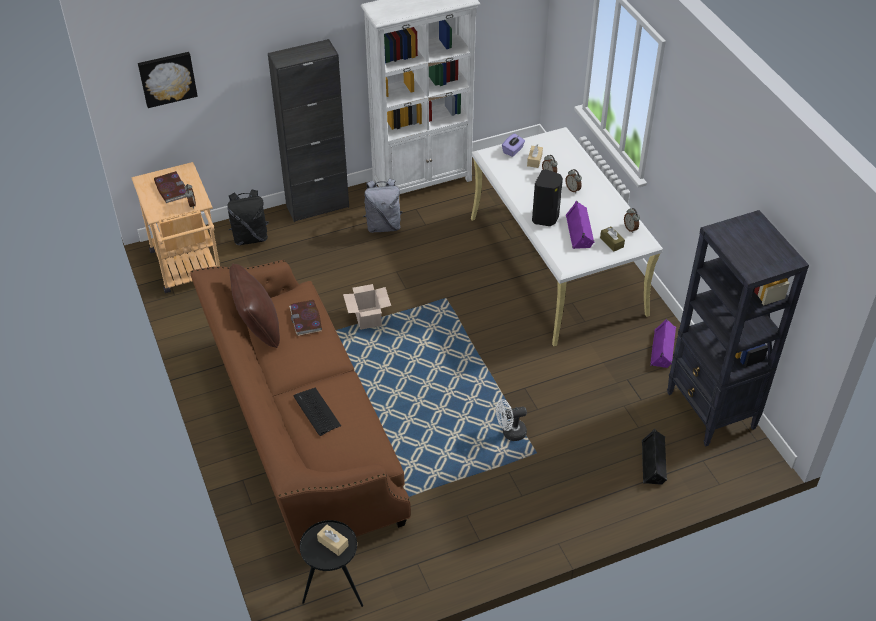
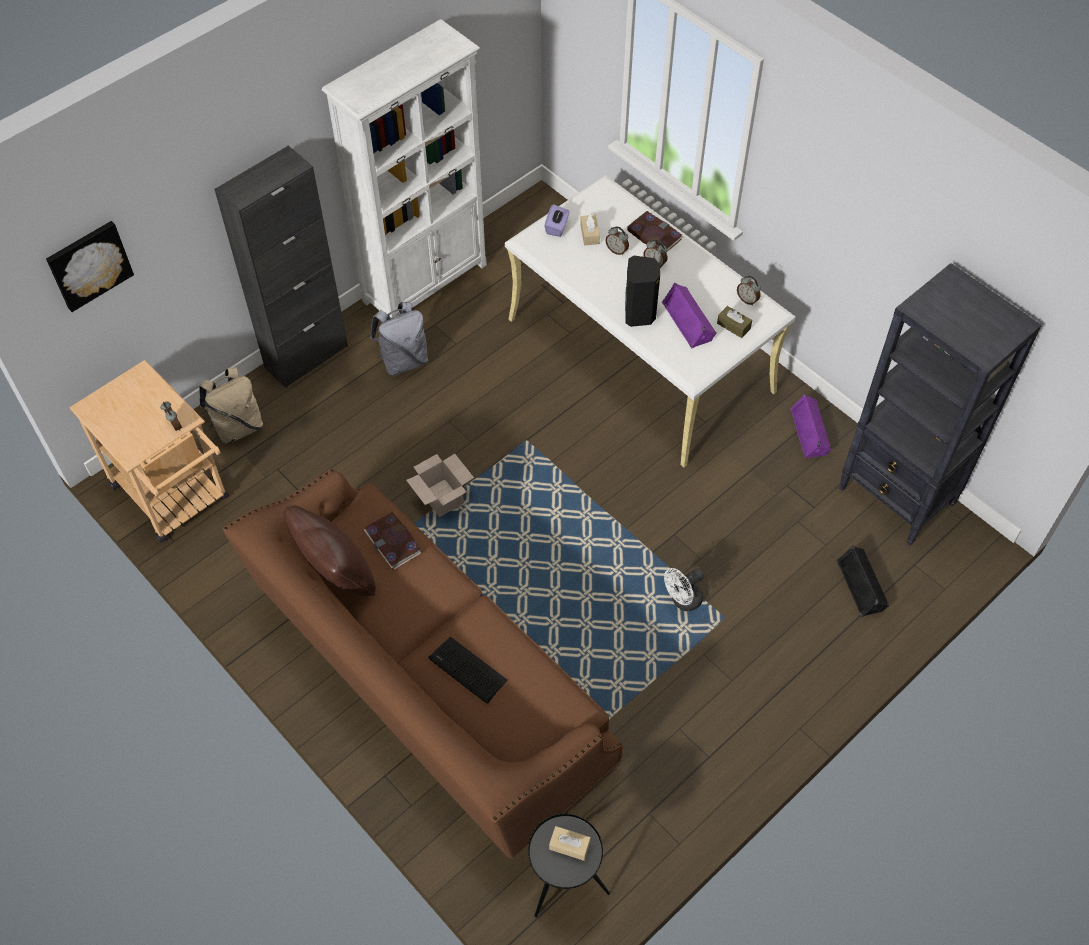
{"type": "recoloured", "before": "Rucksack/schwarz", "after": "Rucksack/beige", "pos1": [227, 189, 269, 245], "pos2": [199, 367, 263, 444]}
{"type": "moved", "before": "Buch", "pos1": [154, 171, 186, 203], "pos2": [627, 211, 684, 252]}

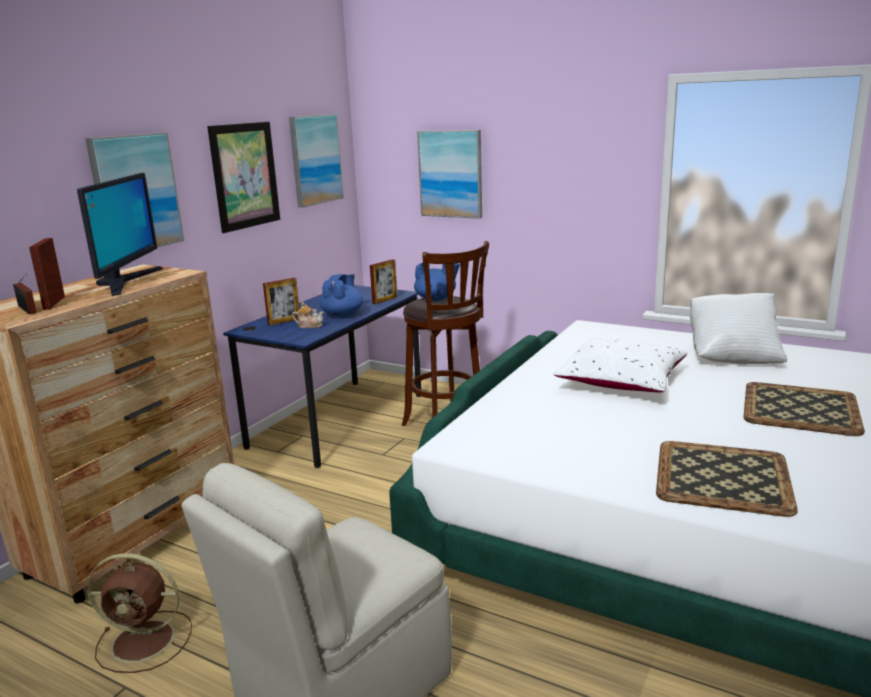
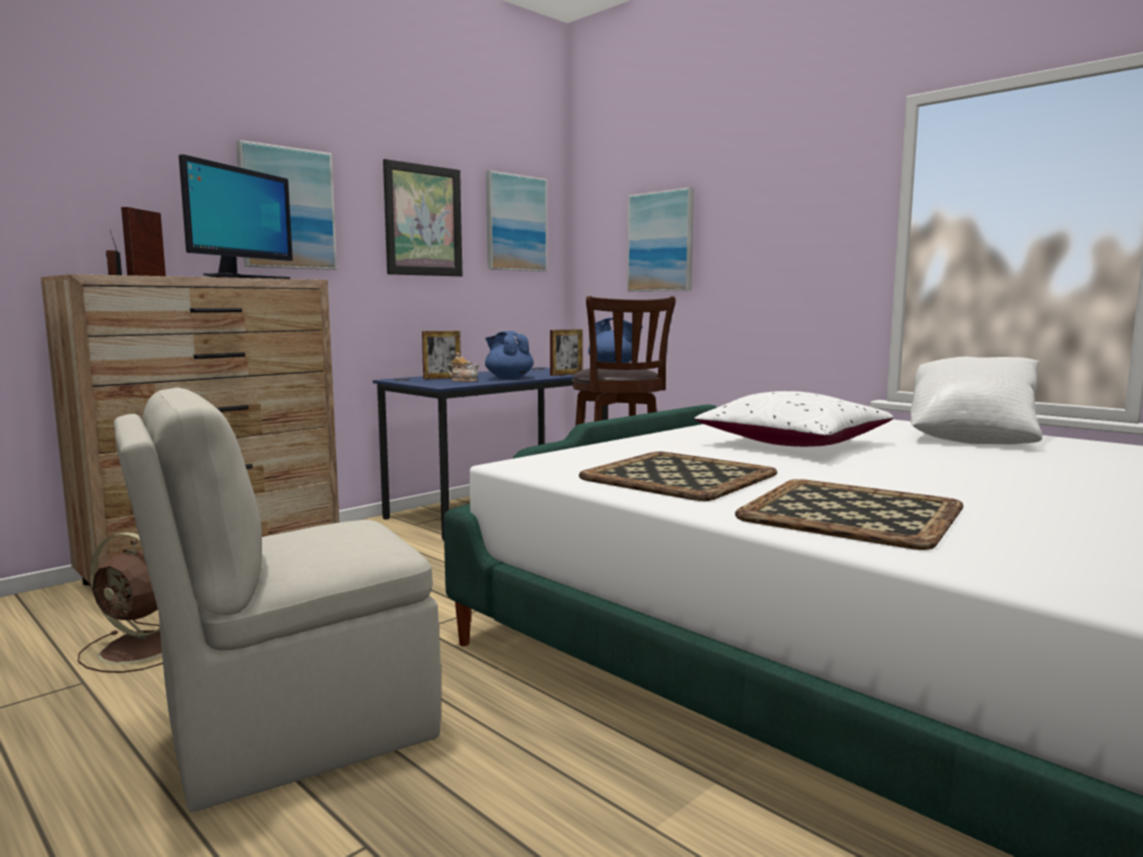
{"type": "turned", "before": "Teekanne/blau", "pos1": [320, 274, 363, 317], "pos2": [485, 331, 534, 379], "turn": -75}
{"type": "moved", "before": "Tablett", "pos1": [744, 382, 865, 436], "pos2": [579, 452, 777, 501]}

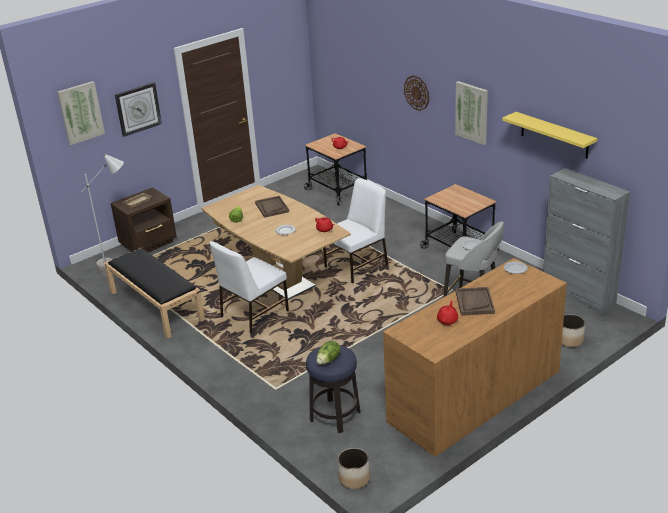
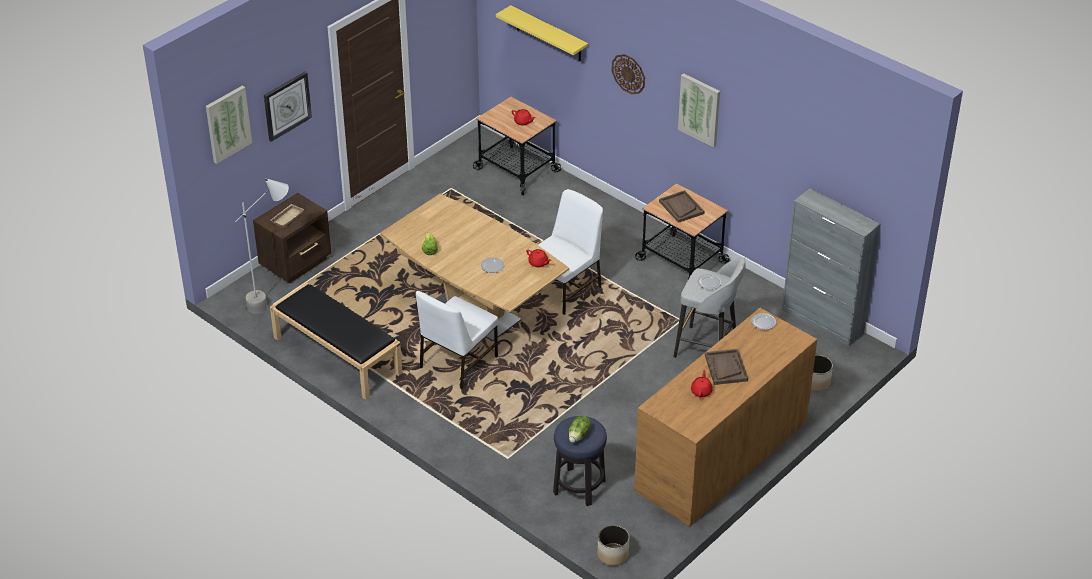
{"type": "moved", "before": "Wandregal/gelb", "pos1": [502, 112, 598, 159], "pos2": [496, 5, 588, 61]}
{"type": "moved", "before": "Tablett/braun", "pos1": [255, 196, 289, 218], "pos2": [659, 190, 704, 223]}

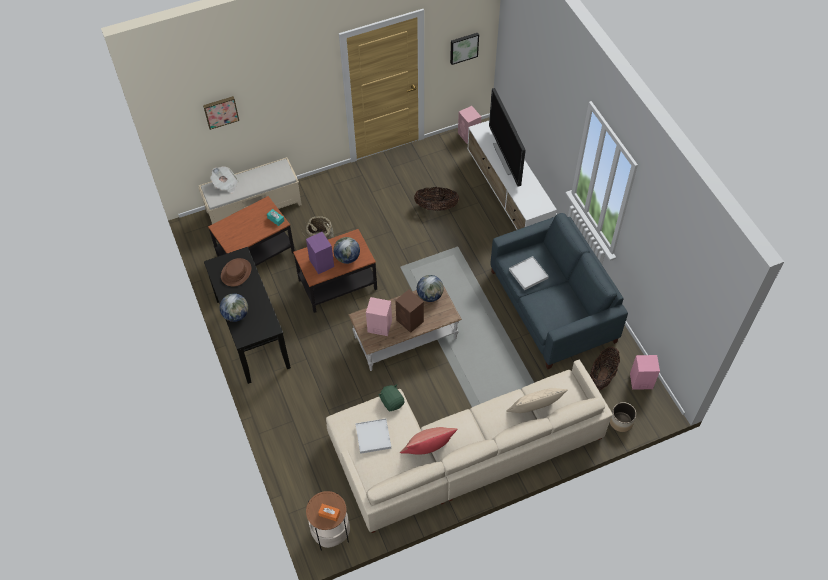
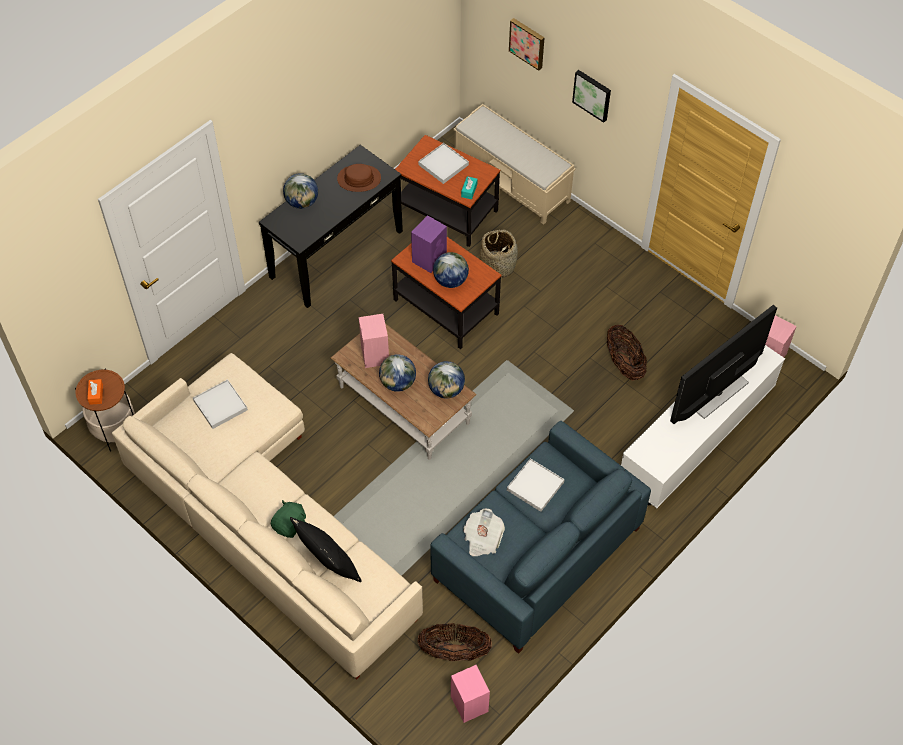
{"type": "moved", "before": "Plüschtier/grün", "pos1": [379, 384, 404, 411], "pos2": [271, 500, 306, 538]}
{"type": "recoloured", "before": "Kissen/beige", "after": "Kissen/schwarz", "pos1": [506, 388, 568, 413], "pos2": [290, 517, 362, 582]}
{"type": "replaced", "before": "Lautsprecher/braun", "after": "Globus", "pos1": [395, 290, 424, 333], "pos2": [379, 354, 416, 392]}
{"type": "added", "after": "Tablett/weiß", "pos2": [418, 143, 469, 184]}
{"type": "moved", "before": "Zeitung", "pos1": [210, 166, 239, 193], "pos2": [463, 508, 505, 556]}
{"type": "moved", "before": "Bild", "pos1": [450, 33, 479, 65], "pos2": [572, 70, 611, 123]}
{"type": "removed", "before": "Kissen/rot", "pos1": [400, 427, 458, 454]}
{"type": "removed", "before": "Pflanzkübel", "pos1": [610, 402, 636, 432]}

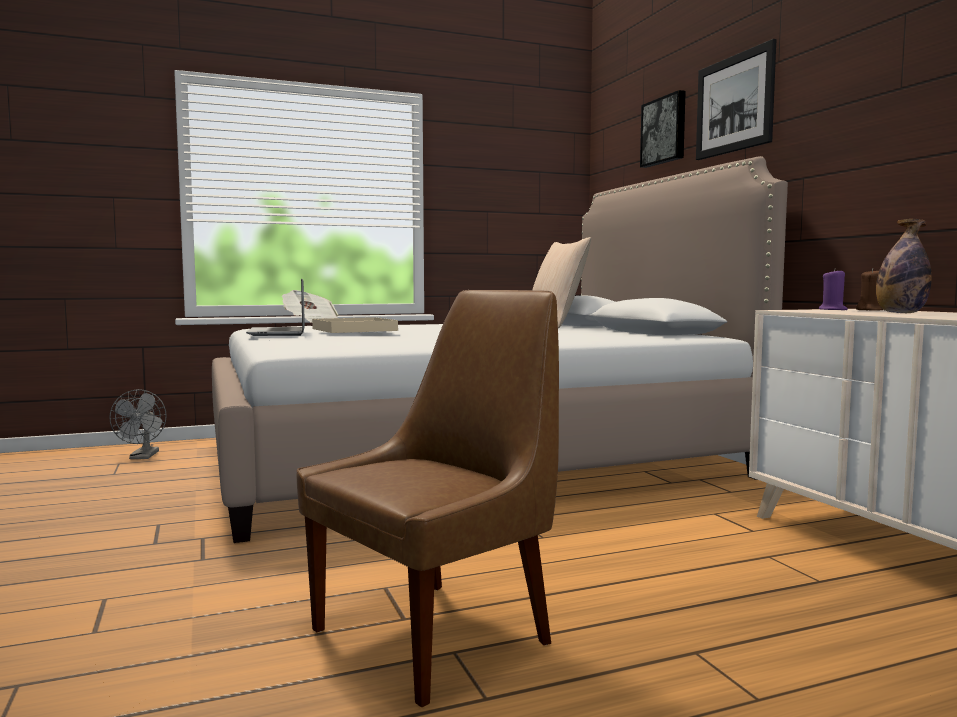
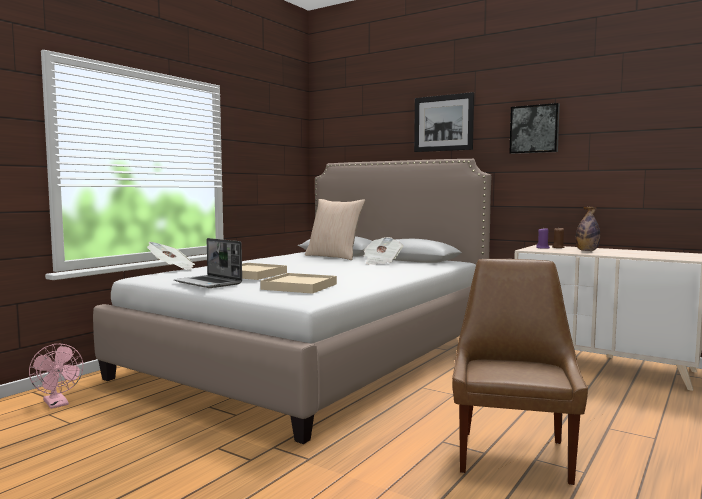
{"type": "recoloured", "before": "Ventilator/grau", "after": "Ventilator/rosa", "pos1": [109, 389, 167, 459], "pos2": [29, 344, 83, 409]}
{"type": "added", "after": "Tablett/beige", "pos2": [260, 273, 337, 294]}
{"type": "added", "after": "Zeitung", "pos2": [364, 237, 403, 265]}
{"type": "moved", "before": "Bild", "pos1": [640, 90, 686, 168], "pos2": [509, 103, 560, 154]}

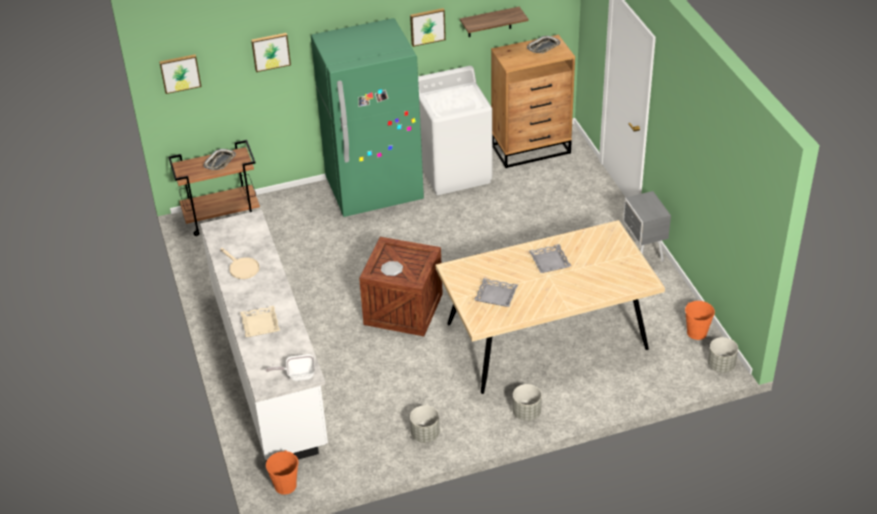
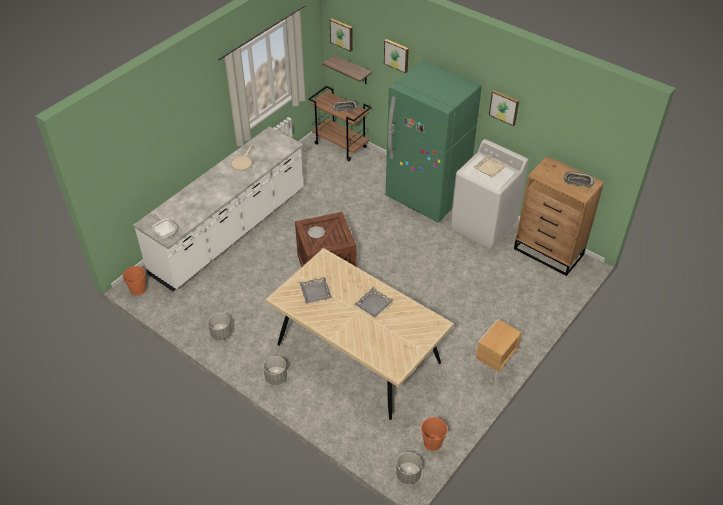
{"type": "moved", "before": "Wandregal", "pos1": [460, 7, 529, 37], "pos2": [322, 55, 372, 84]}
{"type": "moved", "before": "Tablett/beige", "pos1": [240, 306, 280, 337], "pos2": [474, 155, 507, 178]}
{"type": "recoloured", "before": "Nachttisch/grau", "after": "Nachttisch/braun", "pos1": [623, 191, 671, 262], "pos2": [475, 319, 522, 386]}

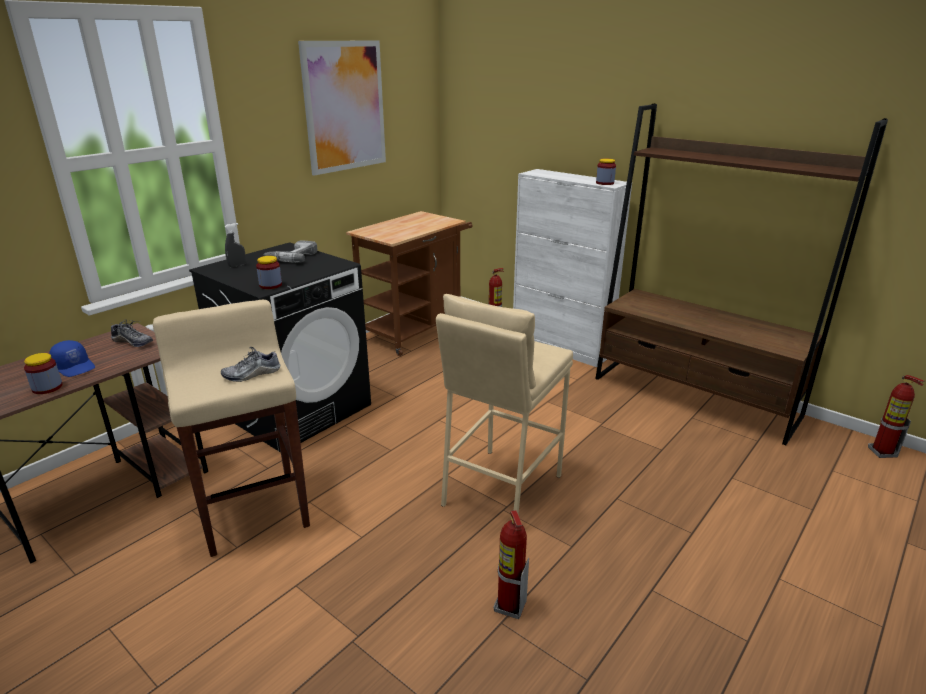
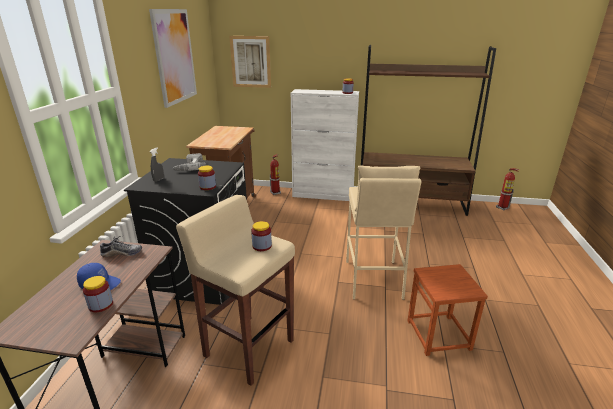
{"type": "added", "after": "Bild", "pos2": [229, 36, 271, 88]}
{"type": "replaced", "before": "Schuh", "after": "Vorratsglas", "pos1": [221, 347, 280, 382], "pos2": [251, 221, 272, 251]}
{"type": "replaced", "before": "Feuerlöscher", "after": "Hocker/braun", "pos1": [493, 510, 529, 619], "pos2": [407, 264, 488, 356]}

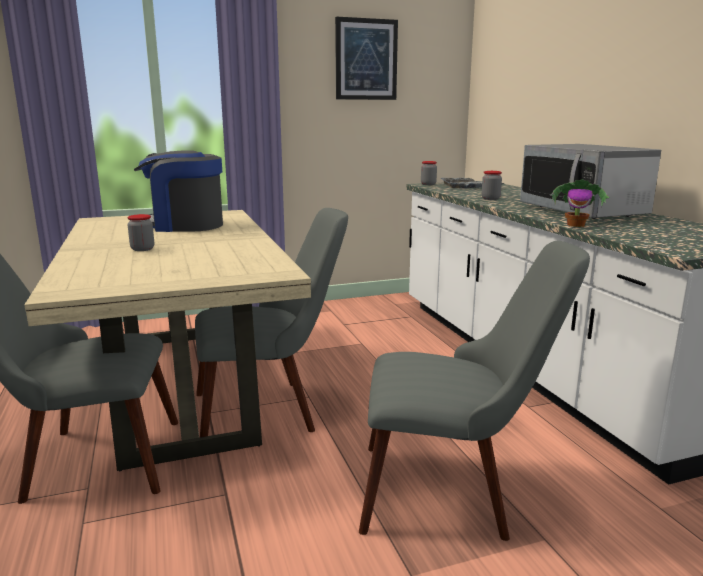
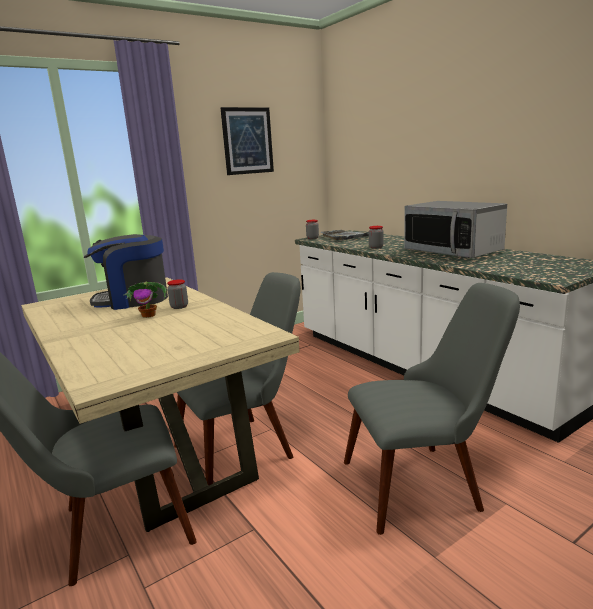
{"type": "moved", "before": "Topfpflanze", "pos1": [550, 179, 610, 227], "pos2": [124, 282, 166, 318]}
{"type": "moved", "before": "Vorratsglas", "pos1": [128, 214, 154, 251], "pos2": [167, 279, 188, 309]}

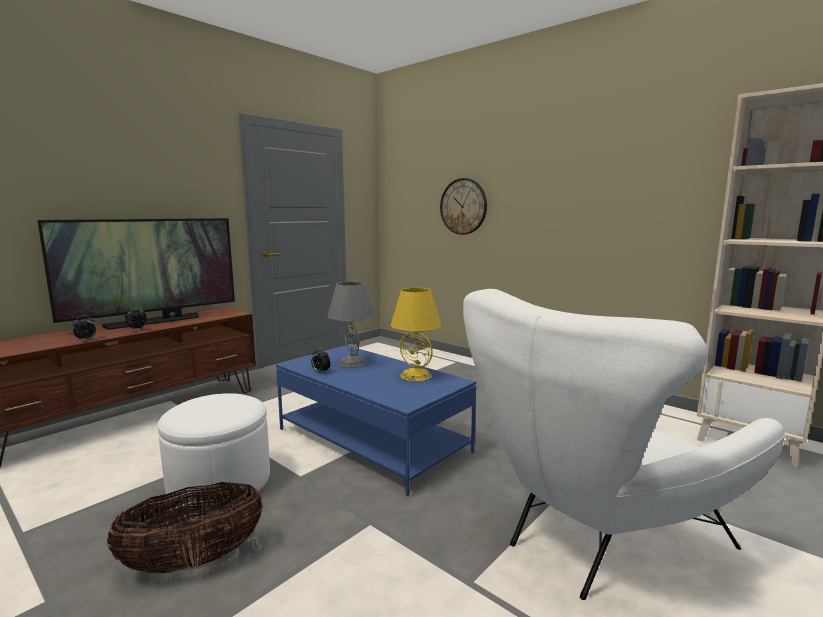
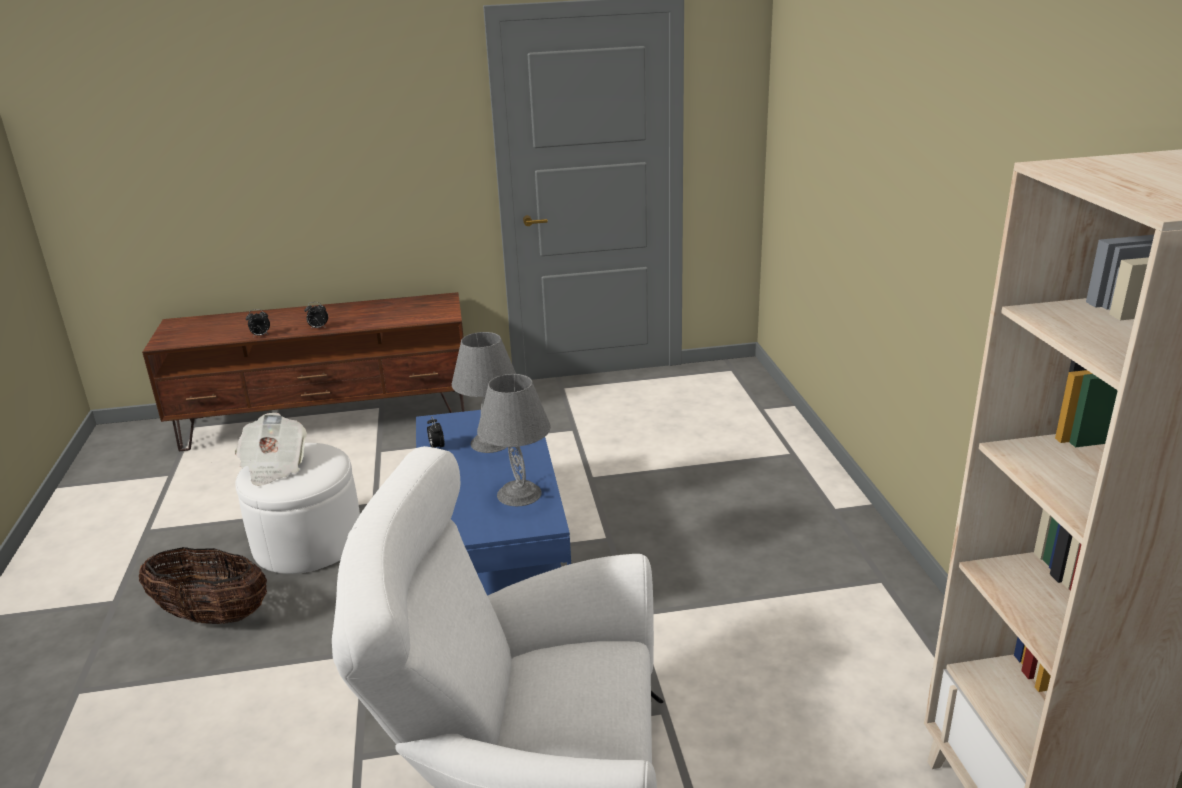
{"type": "added", "after": "Zeitung", "pos2": [235, 413, 307, 486]}
{"type": "recoloured", "before": "Tischlampe/gelb", "after": "Tischlampe/grau", "pos1": [390, 288, 442, 382], "pos2": [477, 374, 551, 506]}
{"type": "removed", "before": "Fernseher", "pos1": [37, 218, 235, 329]}
{"type": "removed", "before": "Wanduhr", "pos1": [440, 178, 487, 235]}

